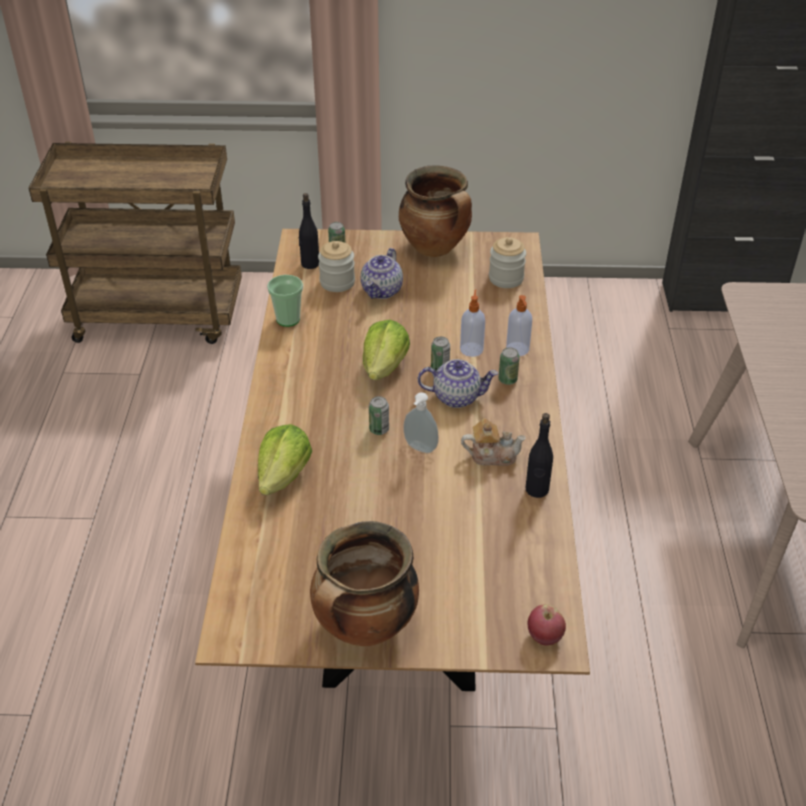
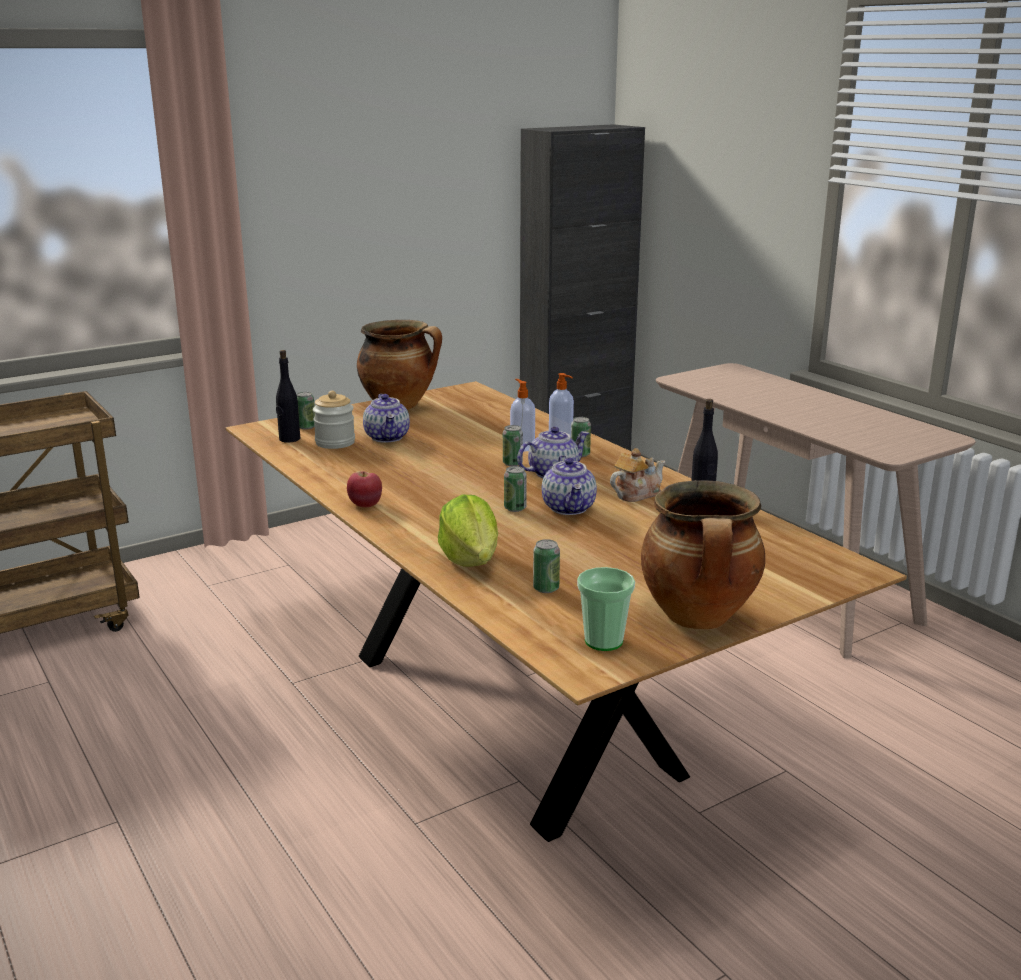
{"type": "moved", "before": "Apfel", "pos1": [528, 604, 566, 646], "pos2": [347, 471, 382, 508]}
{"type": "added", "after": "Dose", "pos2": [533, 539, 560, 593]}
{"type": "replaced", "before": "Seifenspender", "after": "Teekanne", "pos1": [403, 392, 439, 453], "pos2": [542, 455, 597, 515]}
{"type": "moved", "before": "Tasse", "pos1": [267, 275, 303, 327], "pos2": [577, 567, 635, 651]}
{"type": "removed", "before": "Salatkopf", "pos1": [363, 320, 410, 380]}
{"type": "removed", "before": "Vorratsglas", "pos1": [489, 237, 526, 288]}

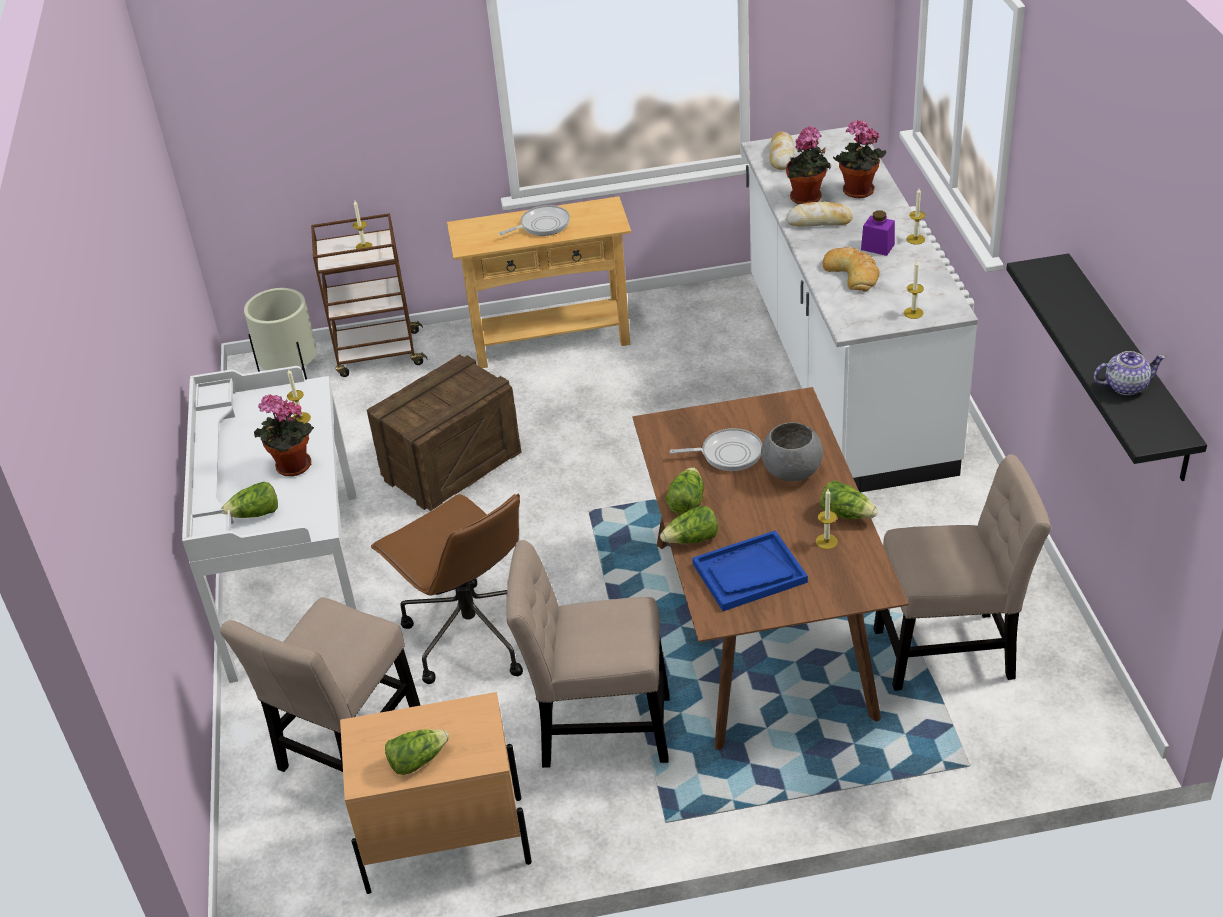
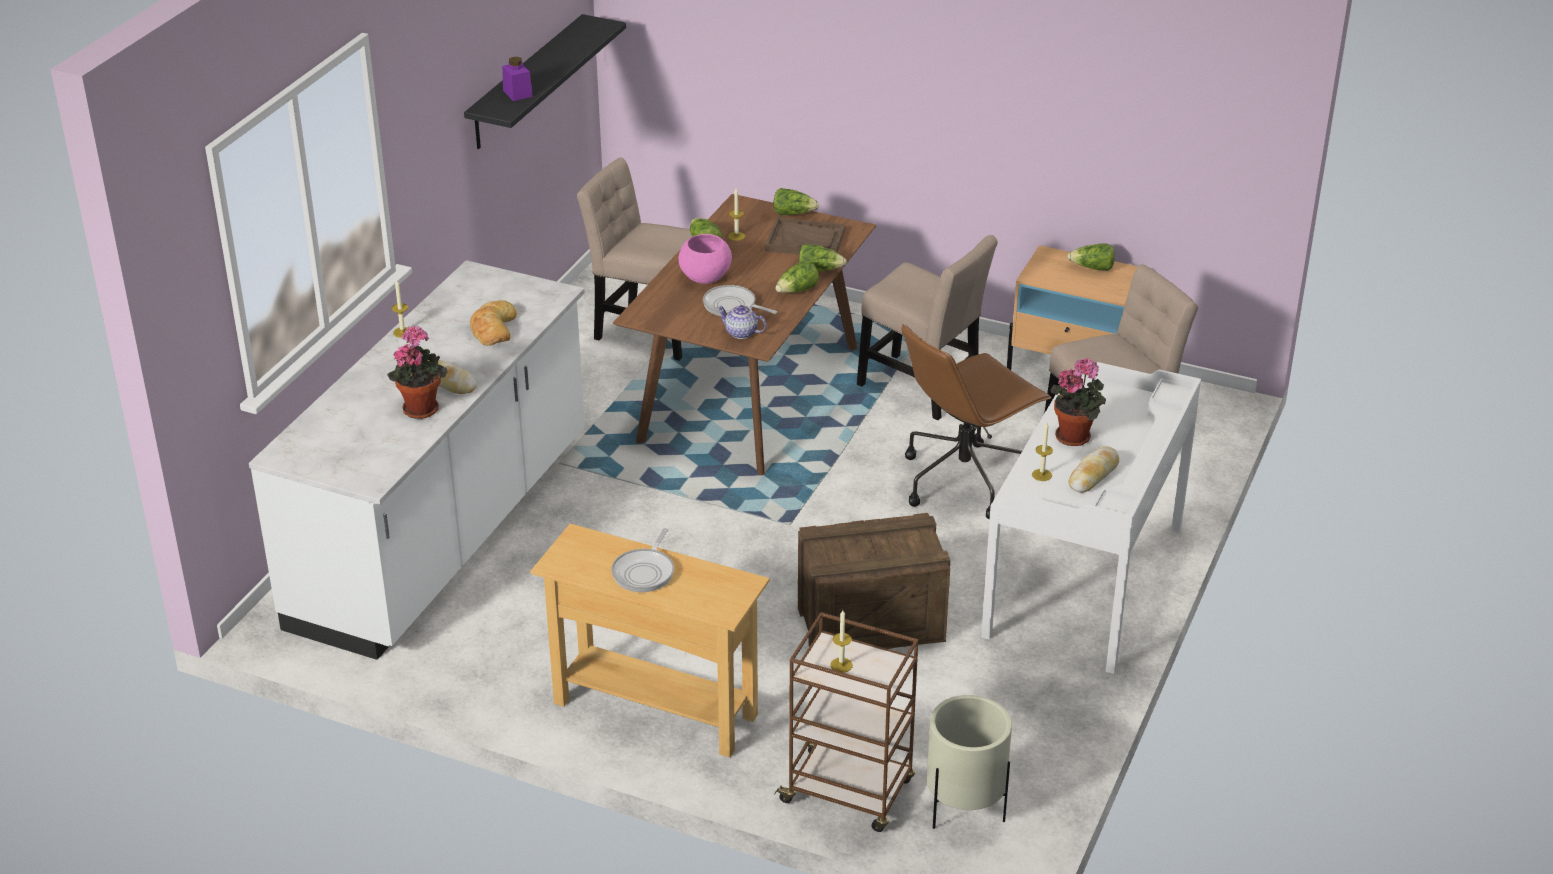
{"type": "moved", "before": "Vorratsglas/lila", "pos1": [861, 211, 895, 256], "pos2": [502, 57, 533, 101]}
{"type": "turned", "before": "Pfanne", "pos1": [499, 205, 570, 236], "pos2": [611, 528, 674, 592], "turn": -75}
{"type": "recoloured", "before": "Schüssel/grau", "after": "Schüssel/rosa", "pos1": [761, 422, 823, 481], "pos2": [678, 234, 732, 284]}
{"type": "moved", "before": "Teekanne", "pos1": [1094, 351, 1166, 395], "pos2": [717, 305, 767, 339]}
{"type": "recoloured", "before": "Tablett/blau", "after": "Tablett/braun", "pos1": [692, 530, 808, 611], "pos2": [765, 217, 846, 255]}
{"type": "moved", "before": "Salatkopf", "pos1": [221, 482, 278, 518], "pos2": [774, 188, 819, 215]}
{"type": "turned", "before": "Bürostuhl/braun", "pos1": [371, 494, 523, 684], "pos2": [901, 324, 1052, 519], "turn": -120}
{"type": "moved", "before": "Brot", "pos1": [769, 132, 794, 170], "pos2": [1068, 446, 1119, 493]}
{"type": "removed", "before": "Topfpflanze", "pos1": [833, 120, 886, 199]}
{"type": "removed", "before": "Kerze", "pos1": [904, 261, 924, 319]}

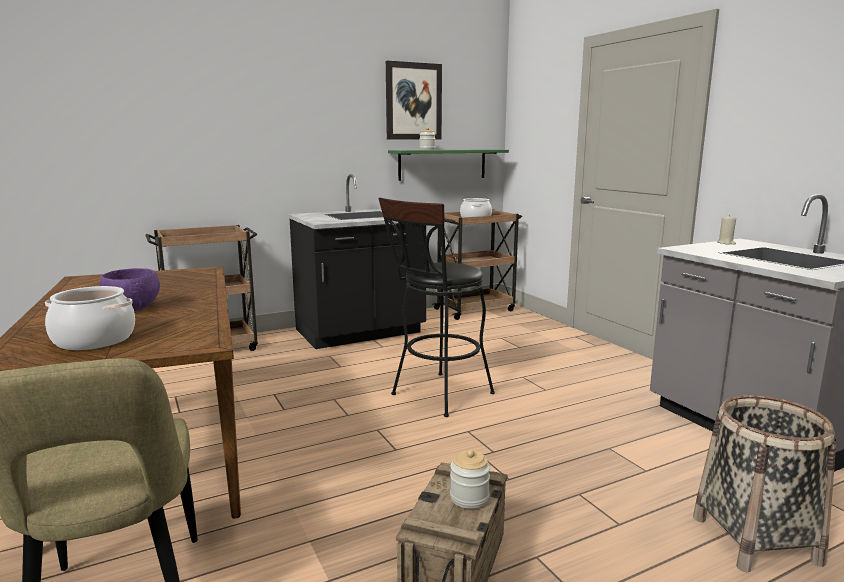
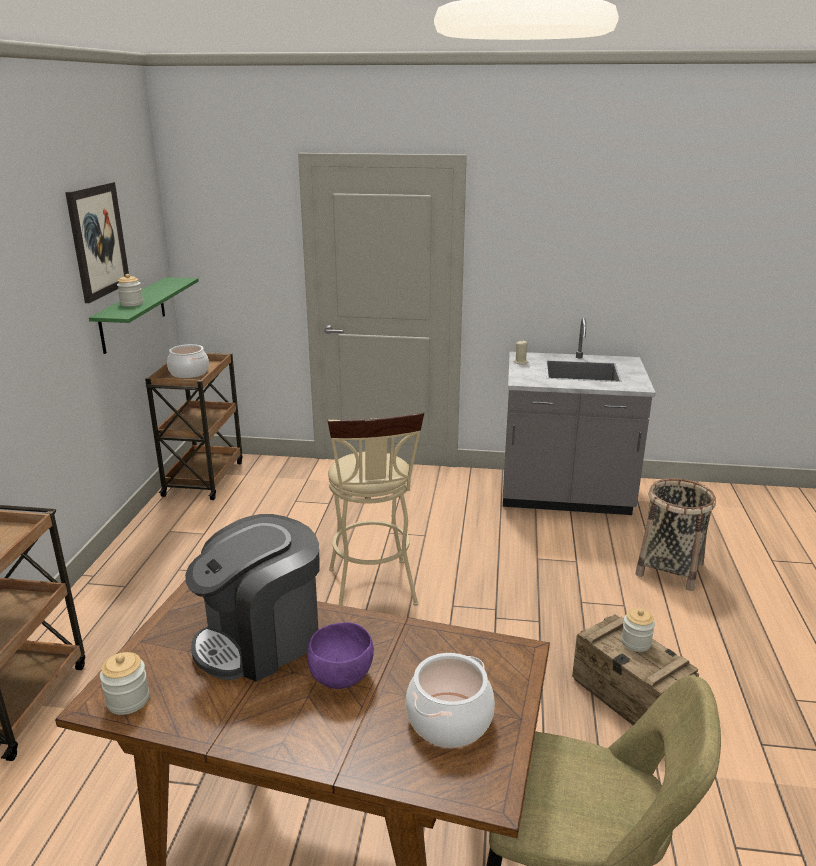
{"type": "added", "after": "Vorratsglas", "pos2": [100, 652, 149, 715]}
{"type": "added", "after": "Kaffeemaschine", "pos2": [185, 514, 320, 682]}
{"type": "recoloured", "before": "Hocker/schwarz", "after": "Hocker/beige", "pos1": [378, 198, 495, 417], "pos2": [328, 412, 424, 606]}
{"type": "removed", "before": "Küchenzeile/schwarz", "pos1": [288, 174, 426, 349]}

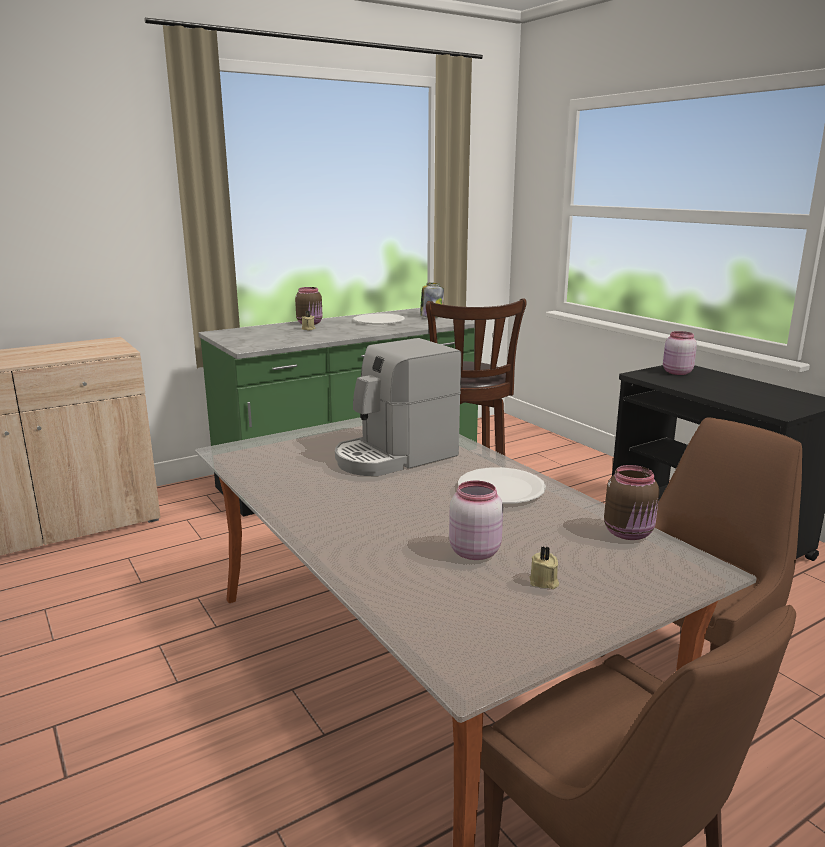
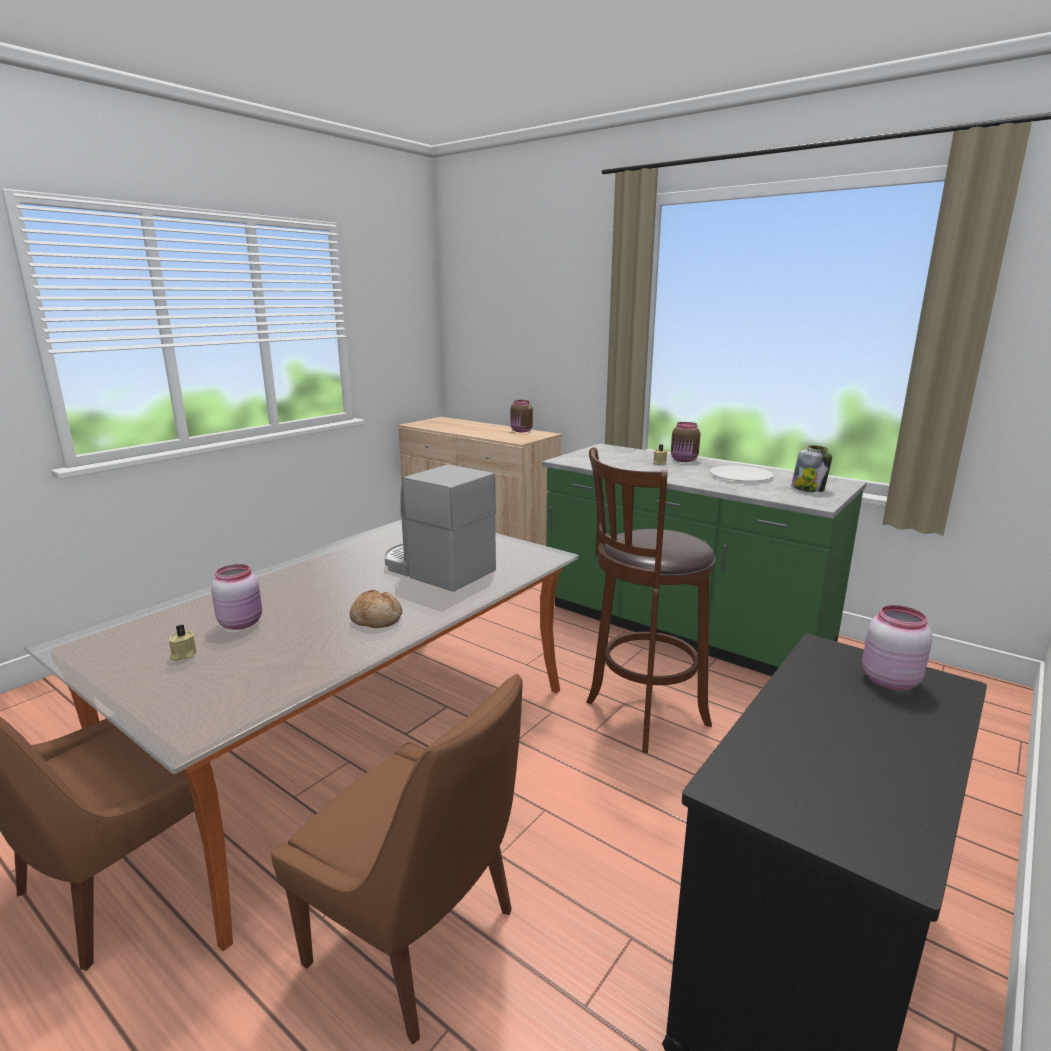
{"type": "replaced", "before": "Teller/weiß", "after": "Brot", "pos1": [458, 467, 546, 504], "pos2": [350, 590, 402, 628]}
{"type": "moved", "before": "Vorratsglas/braun", "pos1": [604, 465, 659, 540], "pos2": [510, 400, 533, 432]}

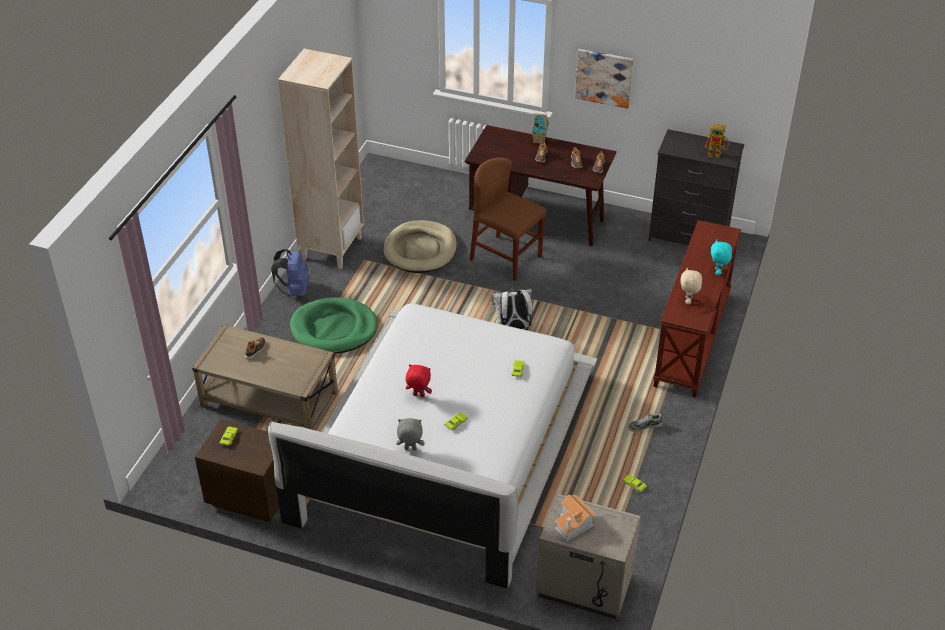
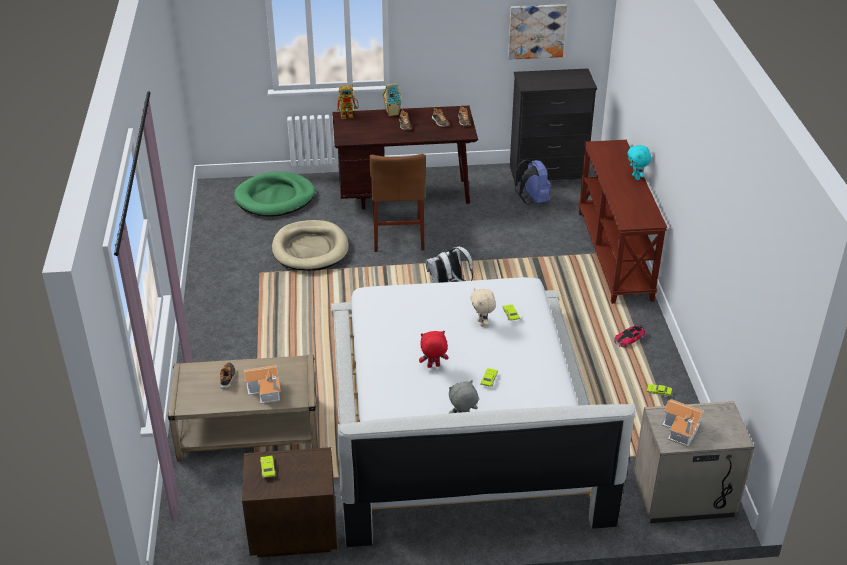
{"type": "moved", "before": "Hundebett/grün", "pos1": [290, 297, 378, 354], "pos2": [234, 171, 315, 217]}
{"type": "added", "after": "Spielzeughaus", "pos2": [244, 366, 281, 404]}
{"type": "moved", "before": "Spielzeugroboter", "pos1": [704, 124, 729, 158], "pos2": [337, 84, 358, 119]}
{"type": "turned", "before": "Stuhl/braun", "pos1": [470, 158, 546, 281], "pos2": [369, 154, 426, 252], "turn": -105}
{"type": "moved", "before": "Plüschtier/beige", "pos1": [681, 267, 702, 304], "pos2": [470, 288, 496, 327]}
{"type": "moved", "before": "Bild", "pos1": [575, 49, 634, 109], "pos2": [508, 4, 567, 60]}
{"type": "moved", "before": "Rucksack/blau", "pos1": [271, 249, 309, 296], "pos2": [515, 160, 551, 205]}
{"type": "replaced", "before": "Schuh", "after": "Spielzeugauto", "pos1": [628, 413, 662, 432], "pos2": [614, 325, 645, 347]}
{"type": "removed", "before": "Bücherregal/beige", "pos1": [278, 49, 364, 269]}

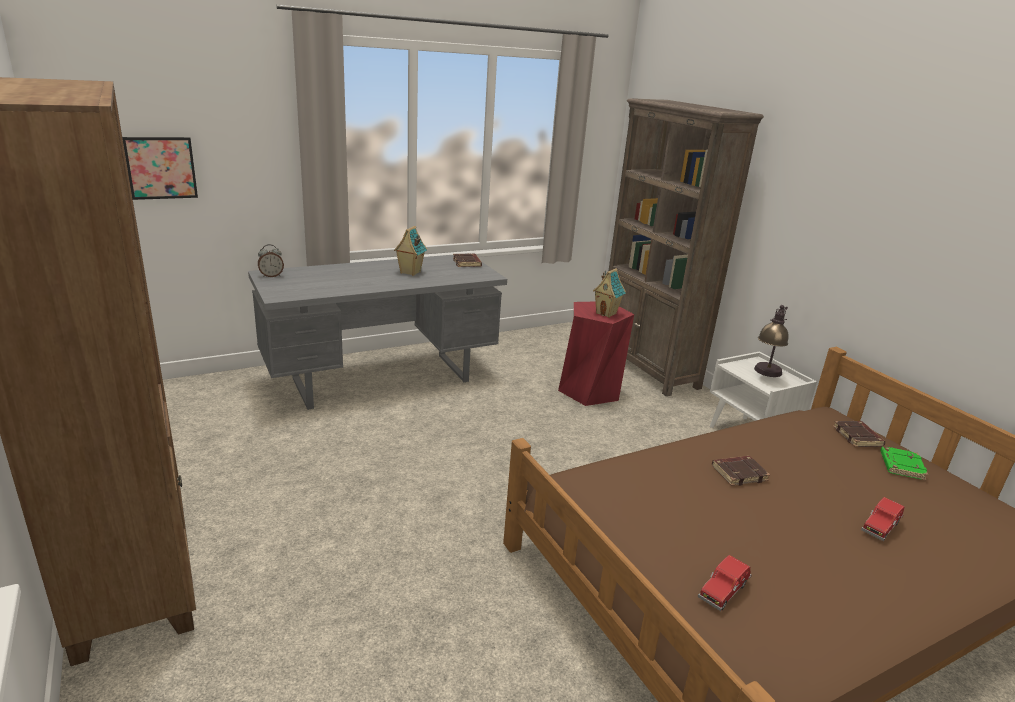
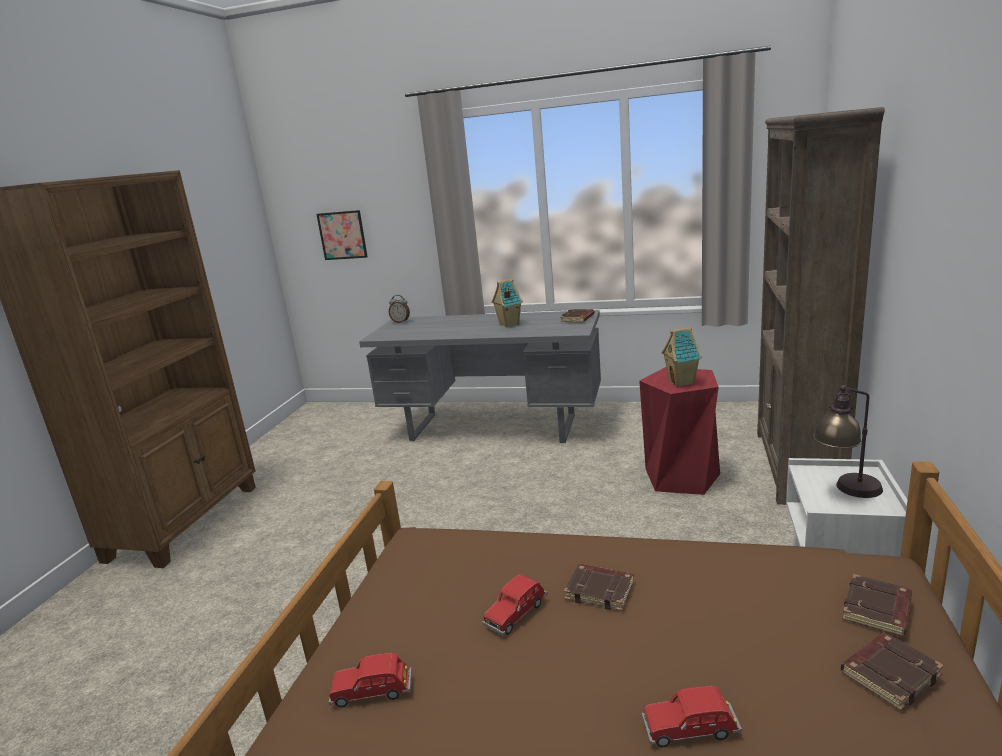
{"type": "added", "after": "Spielzeugauto/rot", "pos2": [482, 574, 548, 636]}
{"type": "recoloured", "before": "Buch/grün", "after": "Buch/braun", "pos1": [880, 446, 928, 481], "pos2": [841, 633, 944, 711]}

